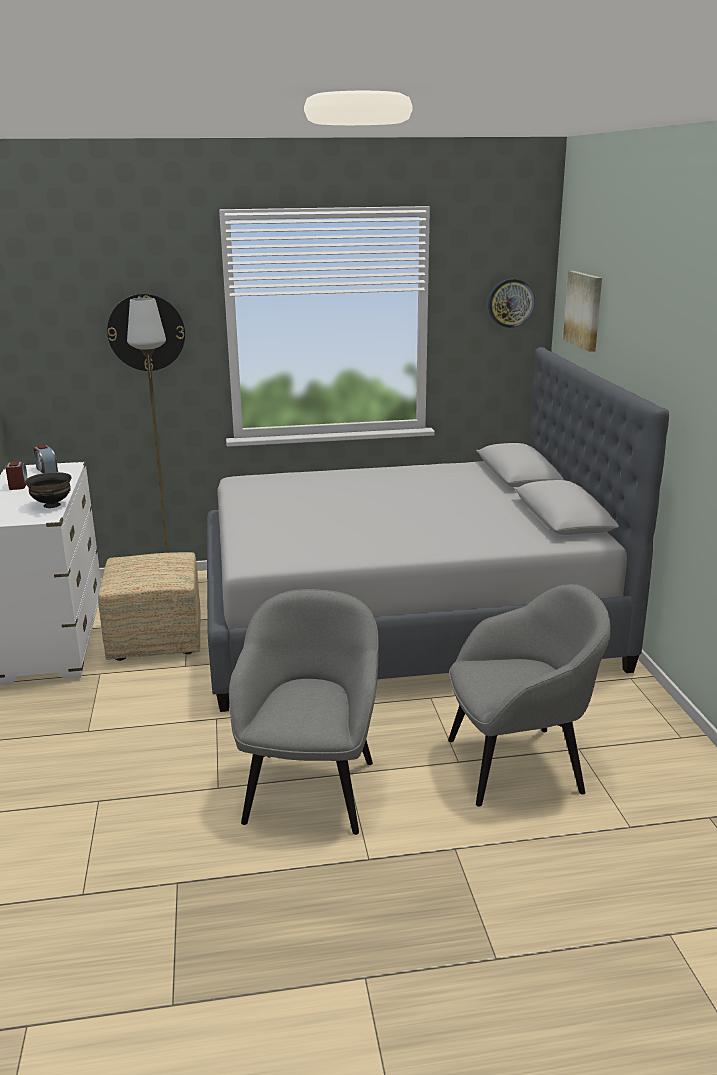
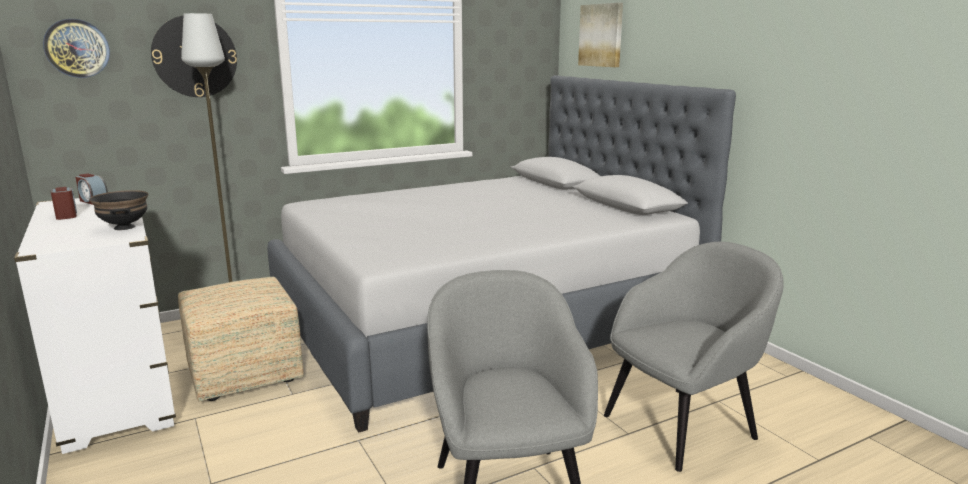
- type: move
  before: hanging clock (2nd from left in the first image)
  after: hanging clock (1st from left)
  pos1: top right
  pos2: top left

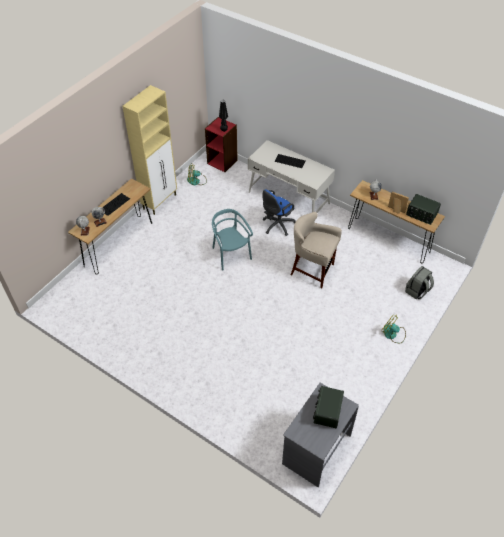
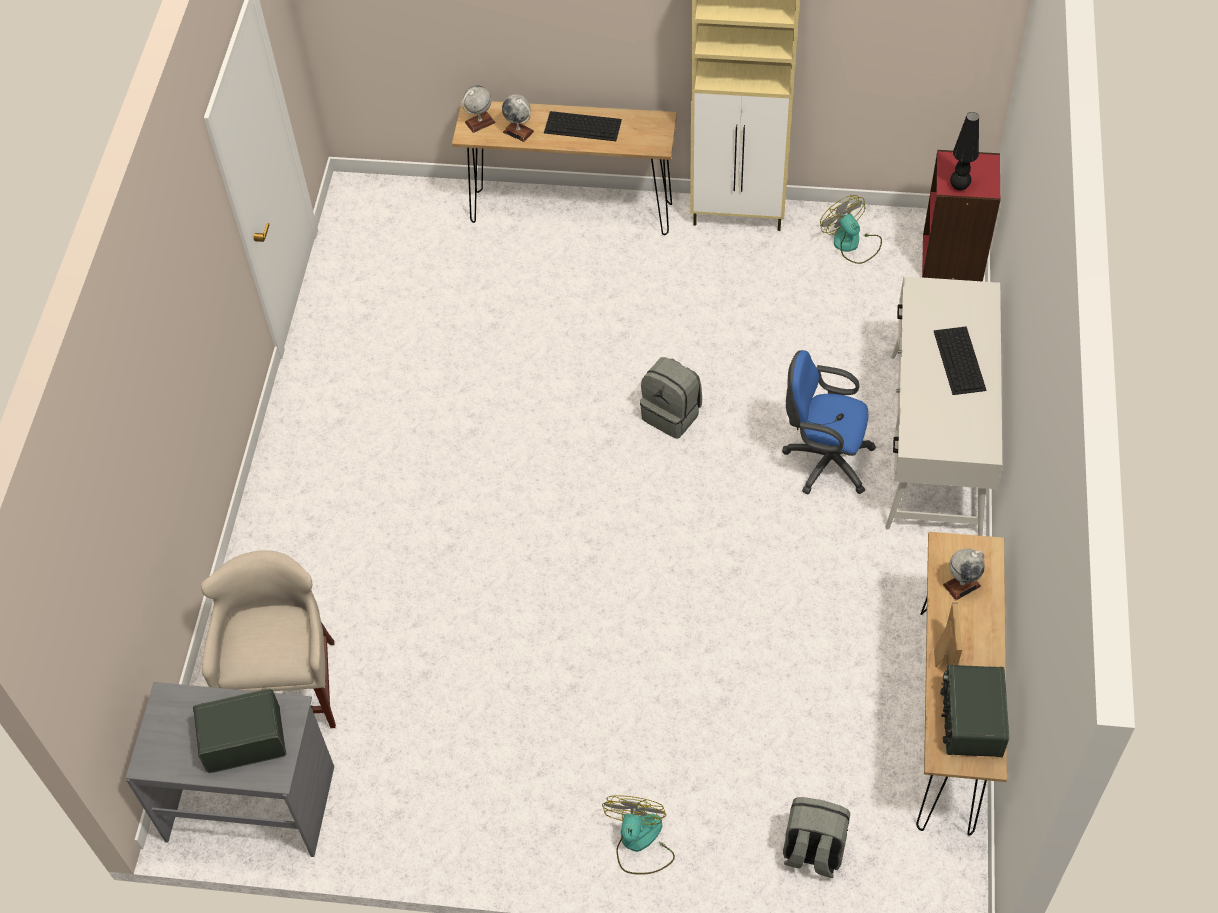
- type: replace
  before: upright chair/turquoise
  after: knapsack/gray (1st from left)
  pos1: centre
  pos2: centre
- type: move
  before: sitting stool/beige-coloured
  pos1: centre
  pos2: bottom left

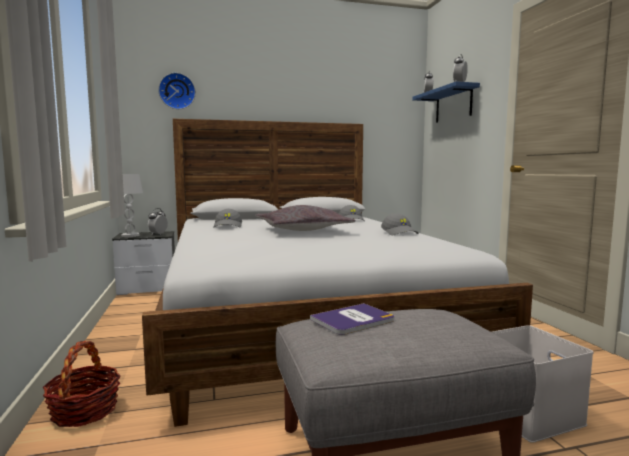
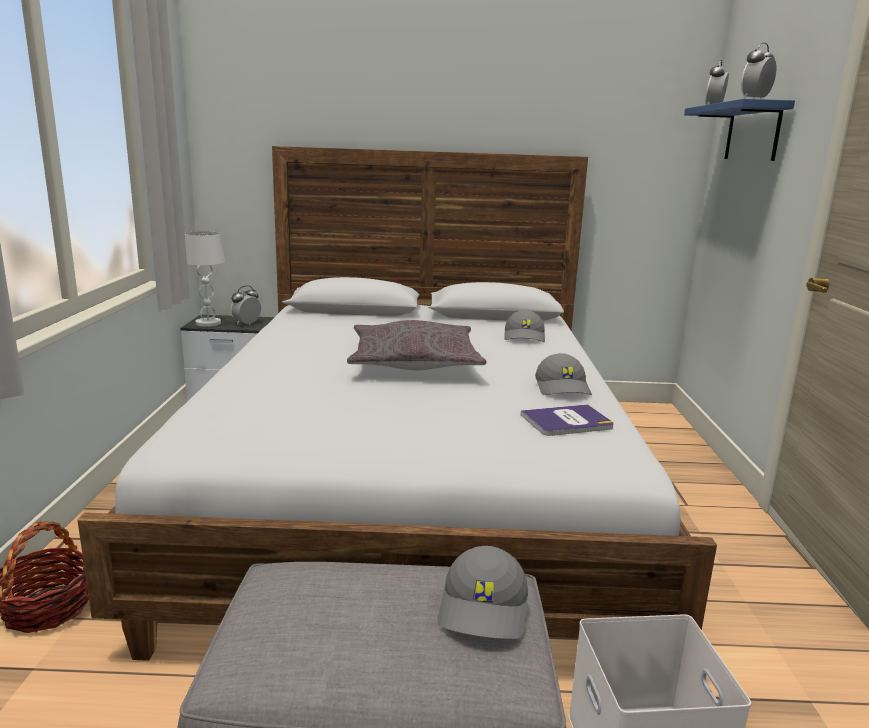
- type: delete
  before: hanging clock
  pos1: top left
- type: move
  before: baseball cap/gray (1st from left)
  pos1: centre
  pos2: bottom centre
- type: move
  before: book
  pos1: bottom centre
  pos2: centre

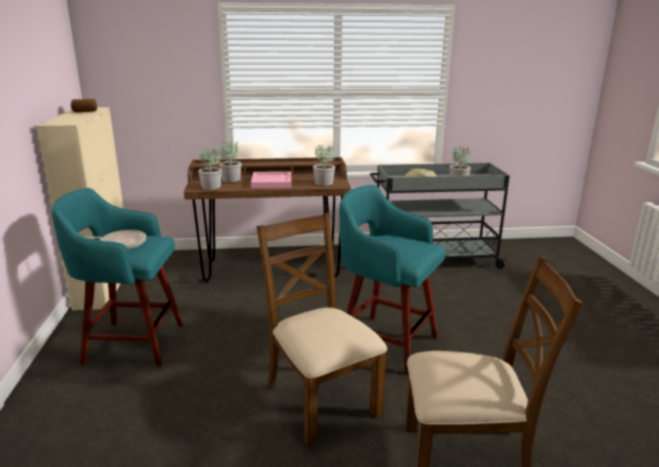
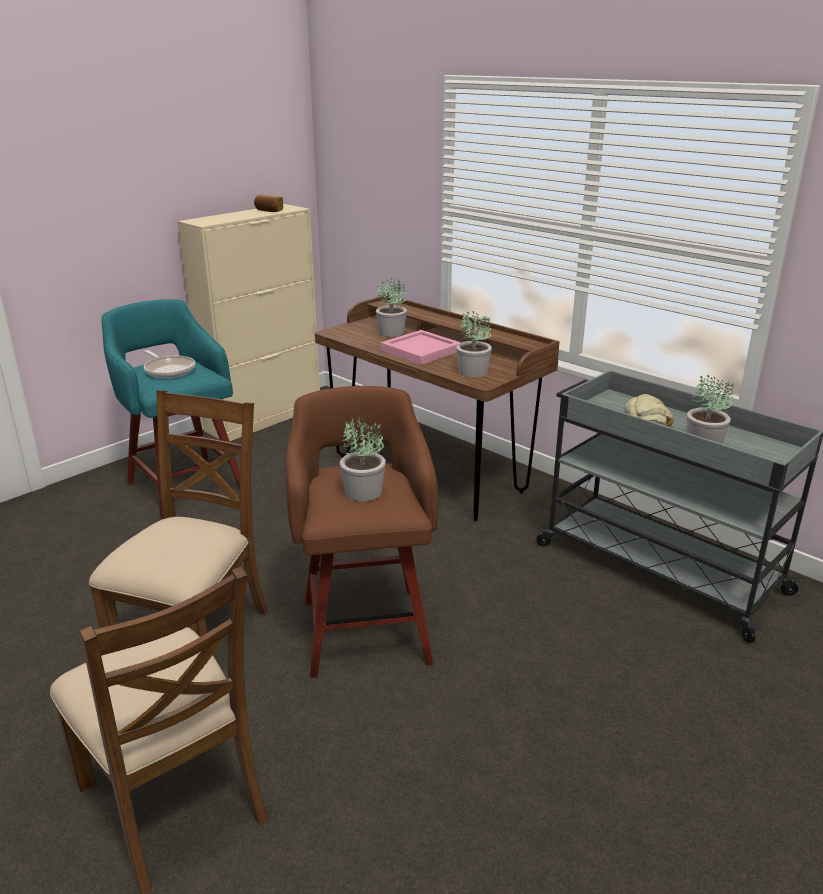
- type: move
  before: potted plant (1st from left)
  pos1: middle left
  pos2: centre
- type: recolor
  before: sitting stool/turquoise (2nd from left)
  after: sitting stool/brown
  pos1: centre
  pos2: centre

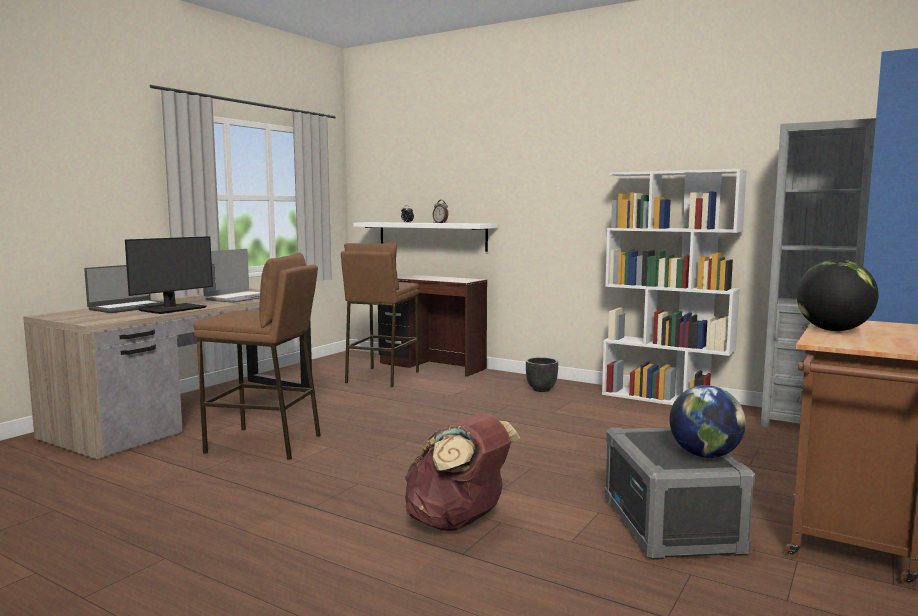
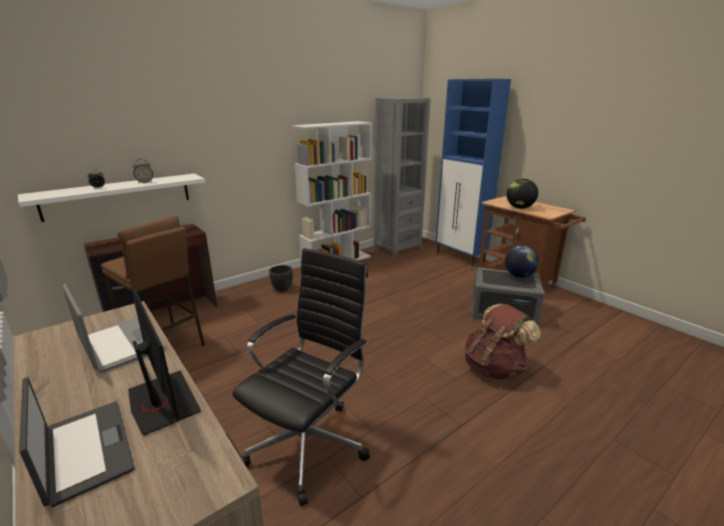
- type: replace
  before: sitting stool/brown (1st from left)
  after: desk chair/blackish
  pos1: middle left
  pos2: bottom centre

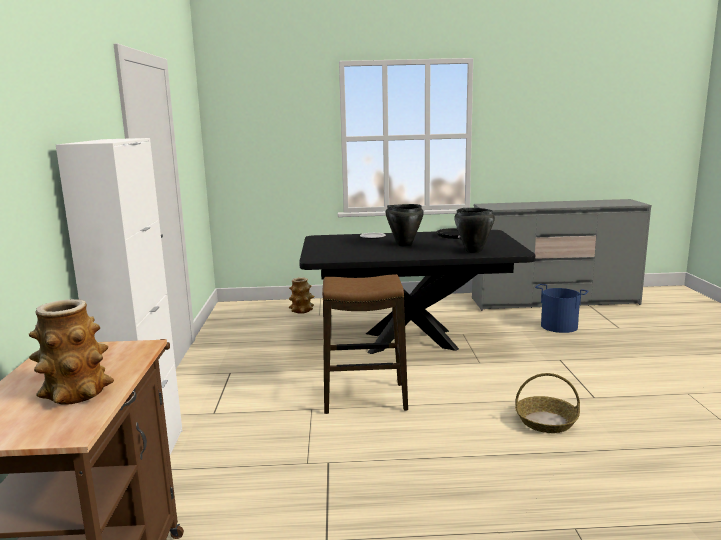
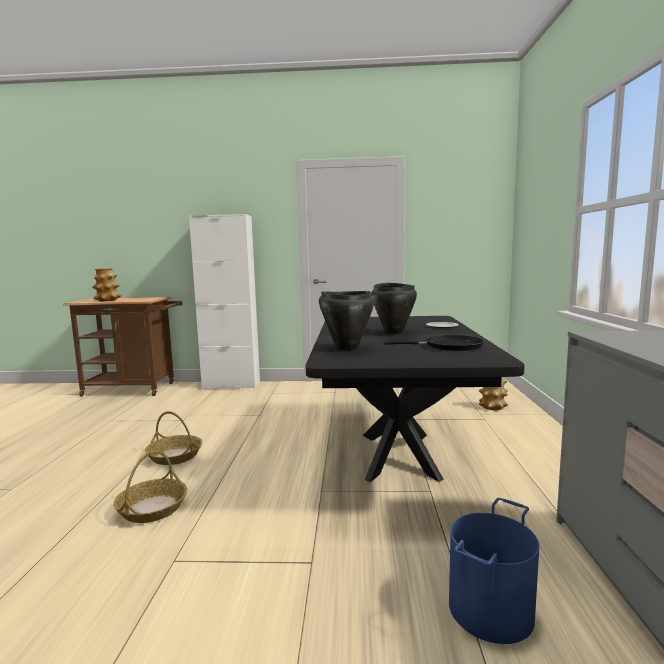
- type: delete
  before: sitting stool
  pos1: centre
- type: insert
  after: storage basket (2nd from left)
  pos2: middle left

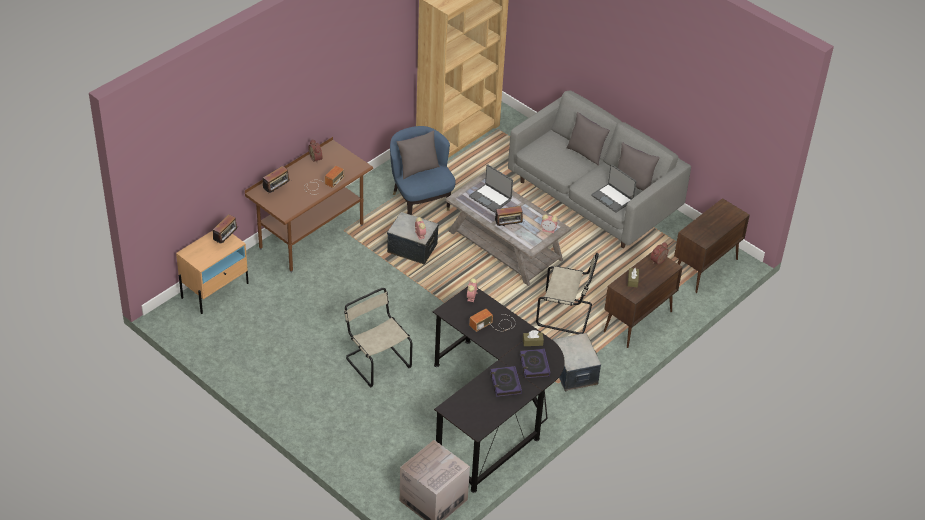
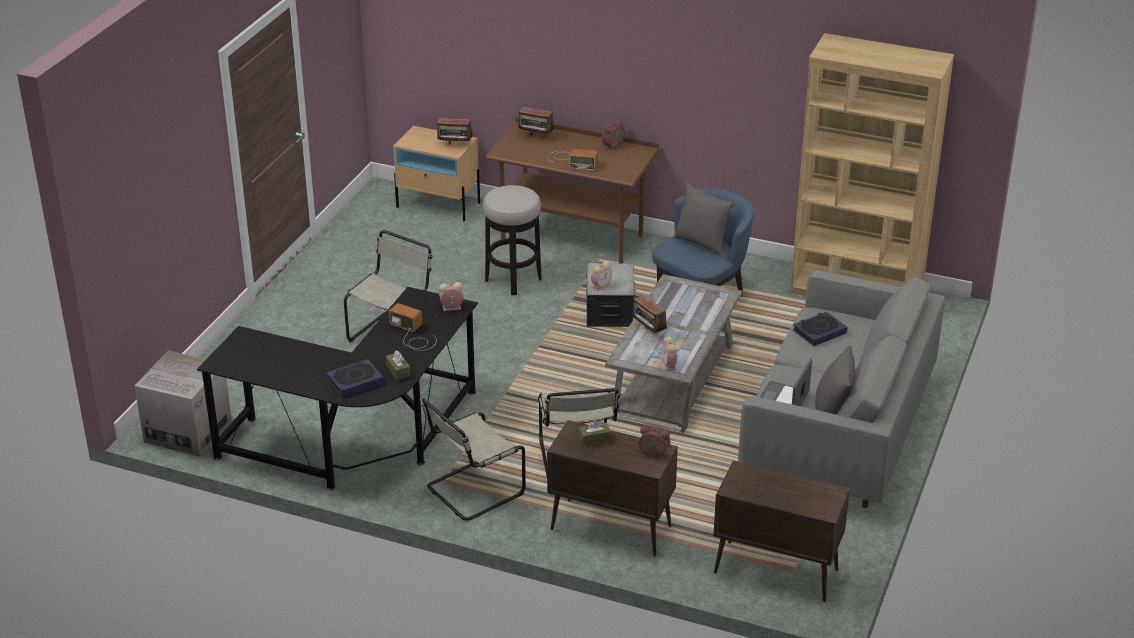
- type: delete
  before: notebook computer (1st from left)
  pos1: centre
- type: move
  before: book (1st from left in the first image)
  after: book (2nd from left)
  pos1: bottom centre
  pos2: middle right
- type: replace
  before: storage bin (2nd from left)
  after: upright chair/beige-coloured (2nd from left)
  pos1: bottom centre
  pos2: bottom centre
- type: delete
  before: pillow/gray (2nd from left)
  pos1: top centre
- type: insert
  after: sitting stool
  pos2: centre

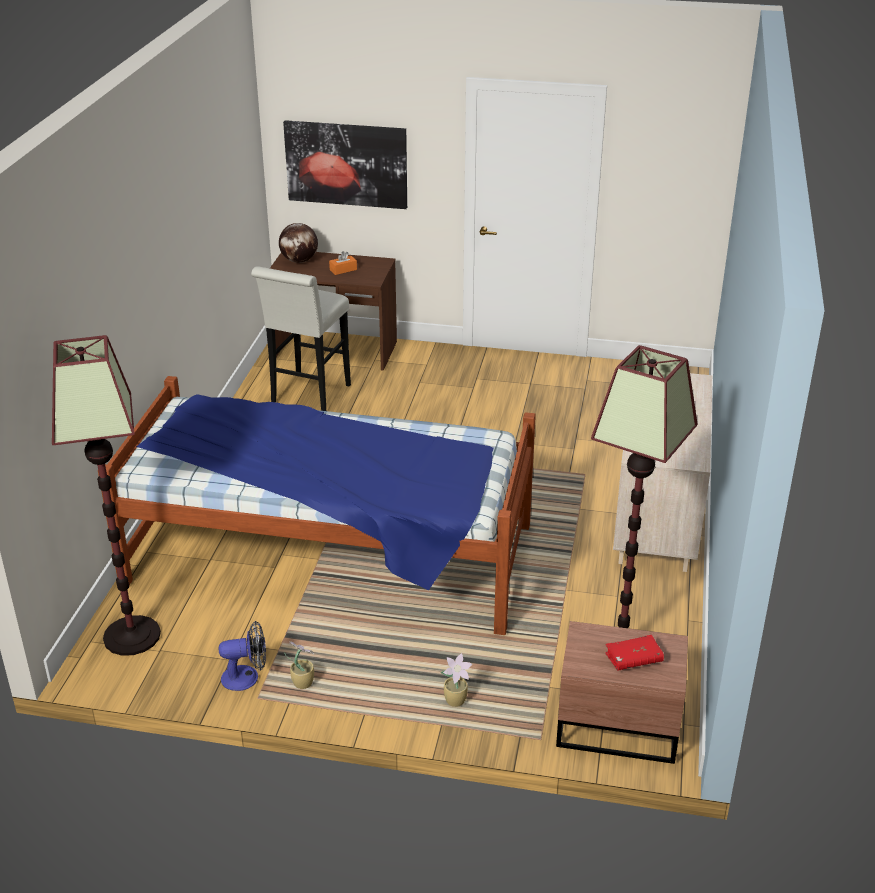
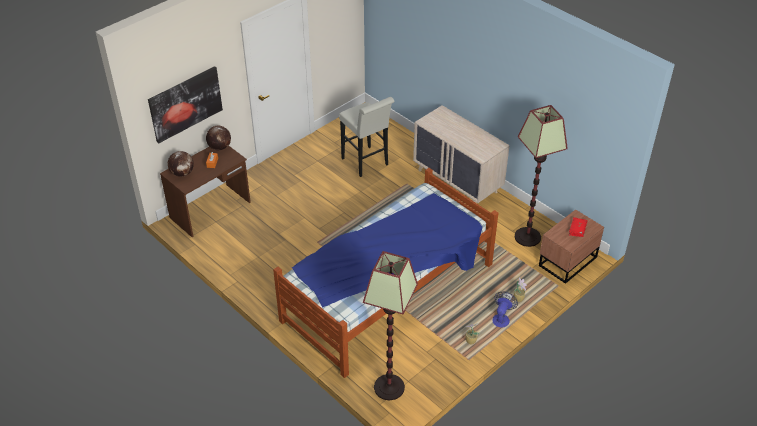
- type: move
  before: fan
  pos1: bottom left
  pos2: bottom right
- type: move
  before: sitting stool/white-coloured
  pos1: centre
  pos2: top centre
- type: insert
  after: world globe (2nd from left)
  pos2: top left

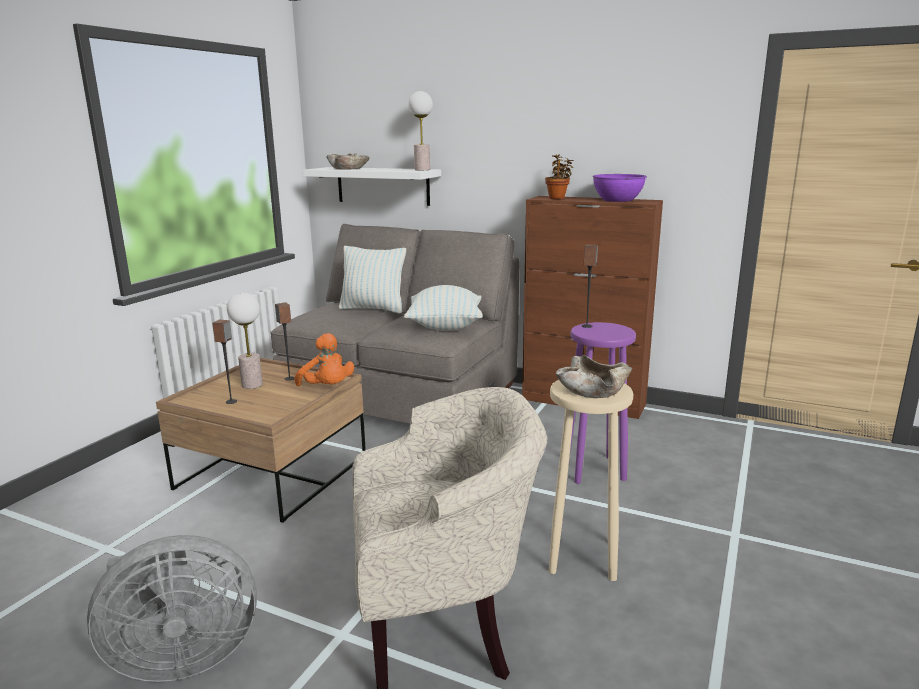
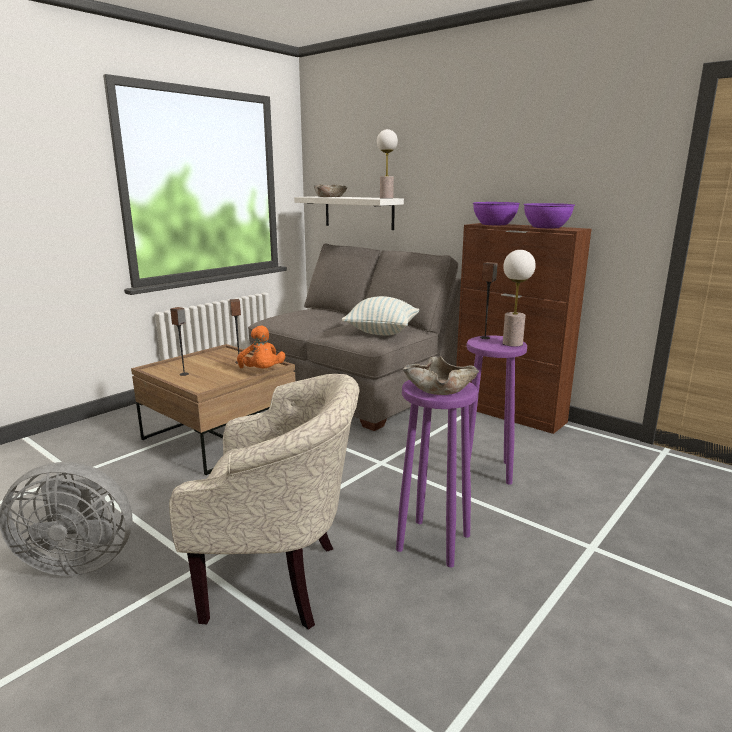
- type: move
  before: lamp for a table (1st from left in the first image)
  after: lamp for a table (2nd from left)
  pos1: middle left
  pos2: middle right
- type: delete
  before: pillow (1st from left)
  pos1: centre
- type: replace
  before: potted plant
  after: serving bowl/purple-coloured (1st from left)
  pos1: top centre
  pos2: top right
- type: recolor
  before: sitting stool/beige-coloured
  after: sitting stool/purple-coloured (1st from left)
  pos1: bottom centre
  pos2: centre

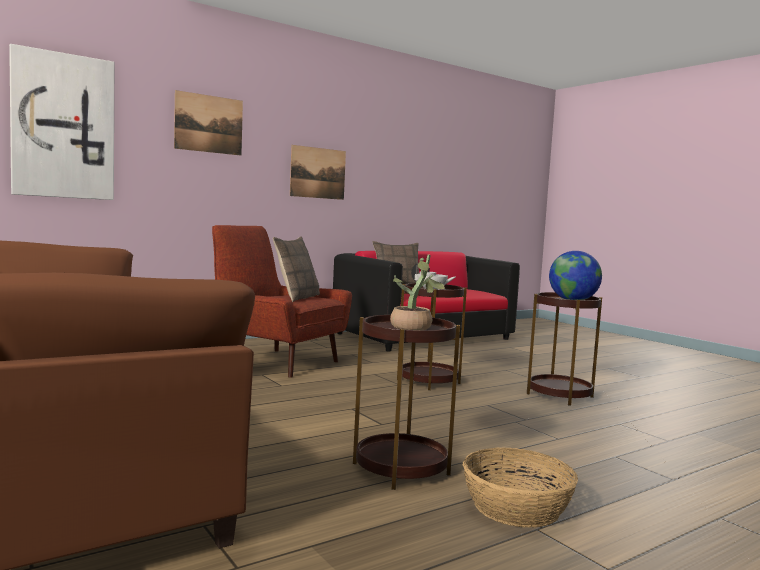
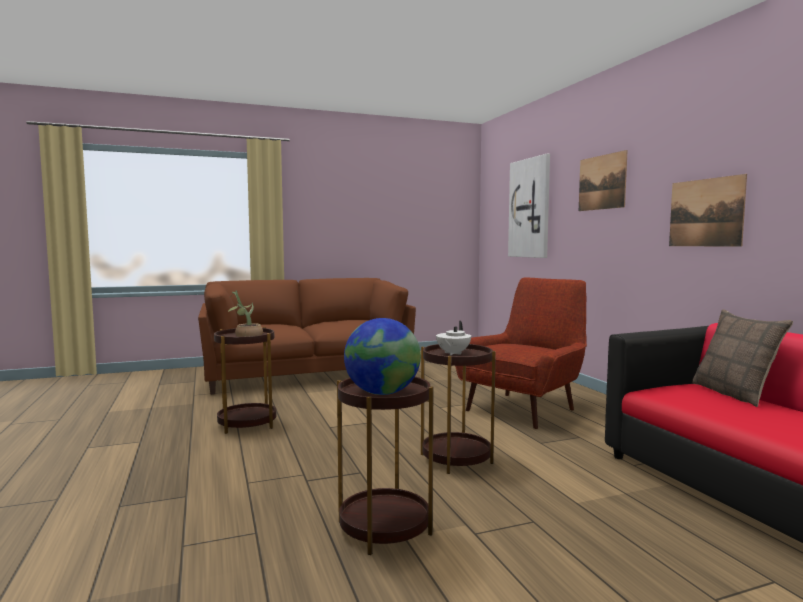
- type: delete
  before: pillow (1st from left)
  pos1: centre
- type: delete
  before: storage basket
  pos1: bottom right

